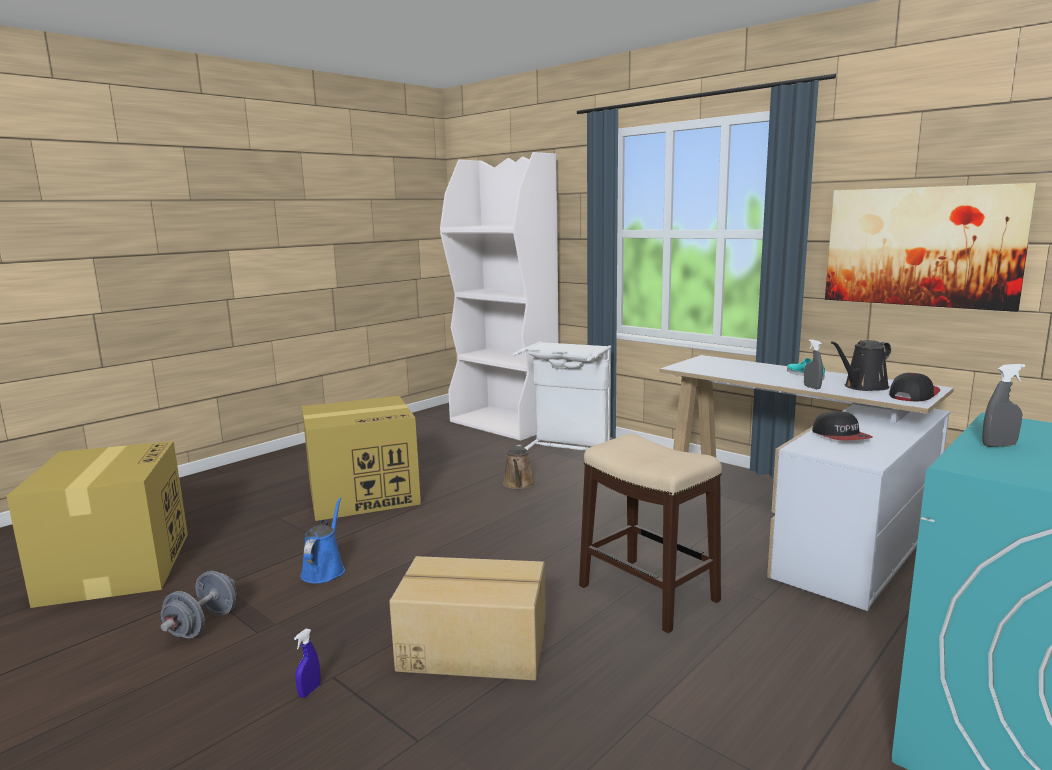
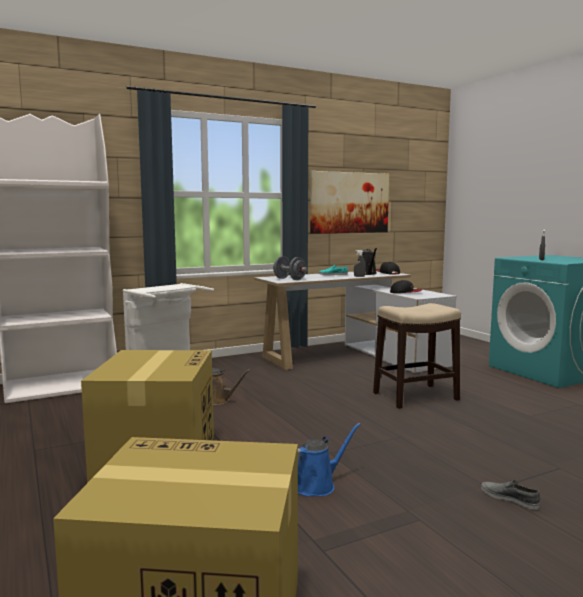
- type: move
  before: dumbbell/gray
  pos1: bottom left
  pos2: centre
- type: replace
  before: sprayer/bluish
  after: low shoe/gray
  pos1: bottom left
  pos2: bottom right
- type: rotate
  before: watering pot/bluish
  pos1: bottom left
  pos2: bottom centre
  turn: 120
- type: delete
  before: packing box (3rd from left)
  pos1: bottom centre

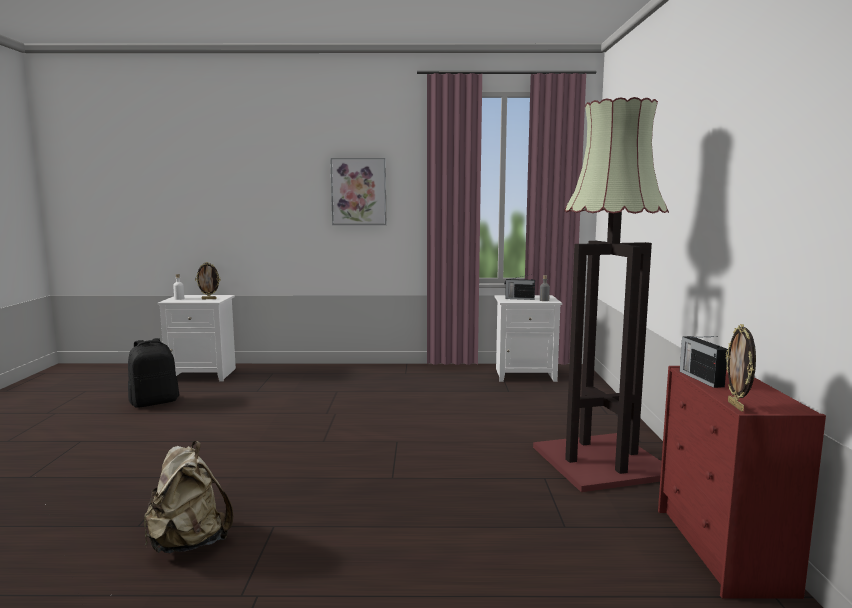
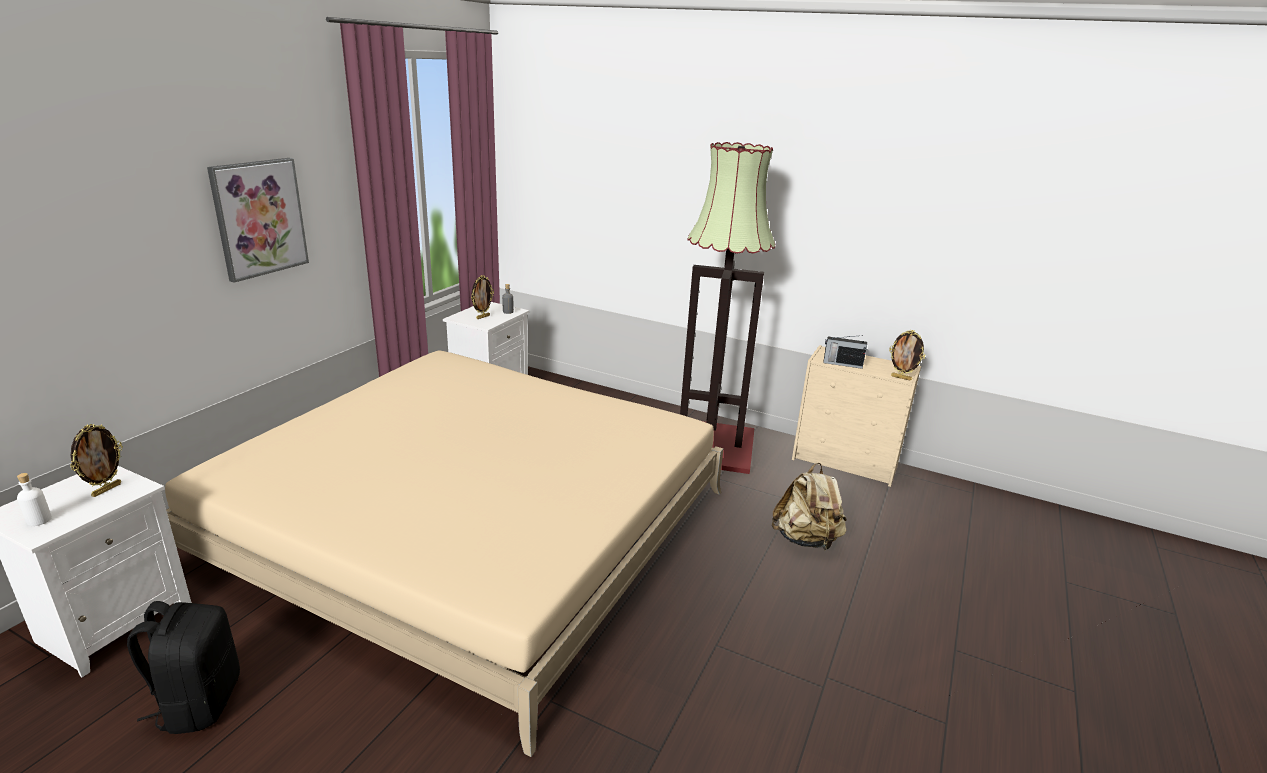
- type: move
  before: knapsack/beige-coloured
  pos1: bottom left
  pos2: centre
- type: replace
  before: radio receiver (1st from left)
  after: photo frame (2nd from left)
  pos1: centre
  pos2: centre
- type: recolor
  before: chest of drawers/red-coloured
  after: chest of drawers/beige-coloured
  pos1: bottom right
  pos2: middle right
- type: insert
  after: bed/beige-coloured
  pos2: bottom centre

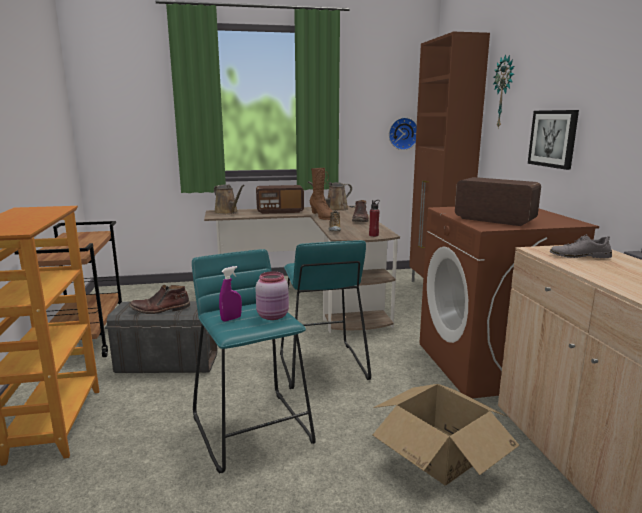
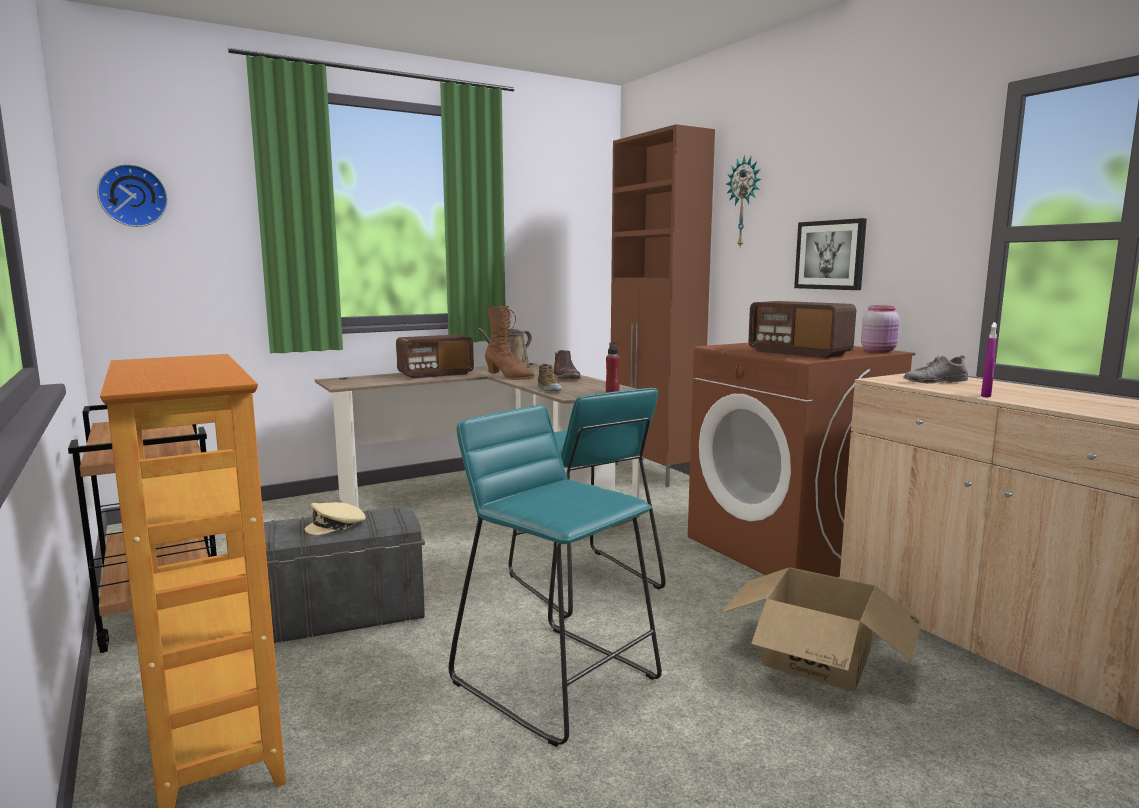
- type: replace
  before: boot/brown (1st from left)
  after: baseball cap/beige-coloured
  pos1: middle left
  pos2: middle left
- type: delete
  before: watering pot/brown (1st from left)
  pos1: centre
- type: move
  before: sprayer/purple-coloured
  pos1: centre
  pos2: middle right
- type: move
  before: jar/pink
  pos1: centre
  pos2: middle right
- type: move
  before: hanging clock (1st from left)
  pos1: top centre
  pos2: top left
- type: rotate
  before: radio receiver (2nd from left)
  pos1: middle right
  pos2: middle right
  turn: -150

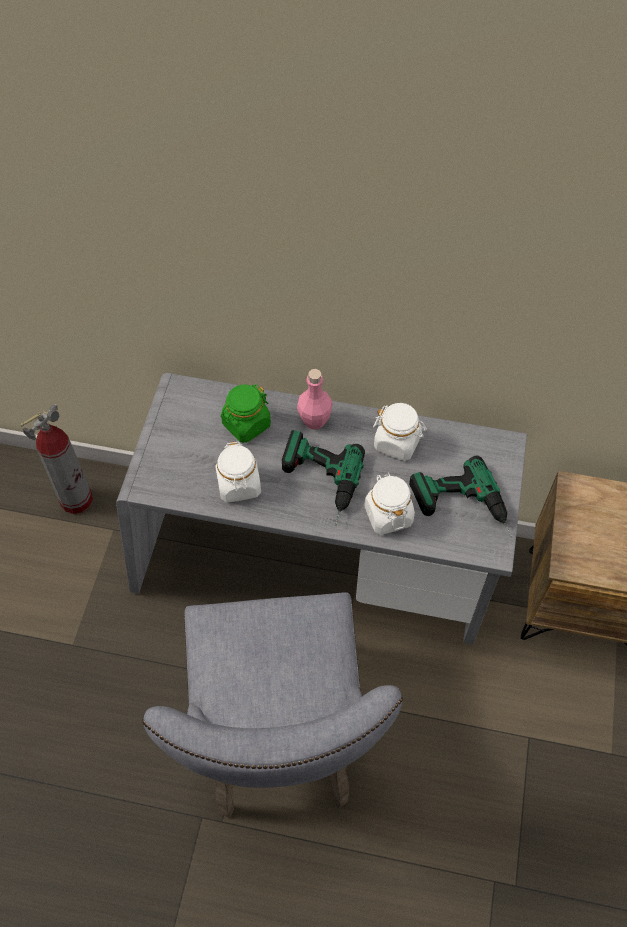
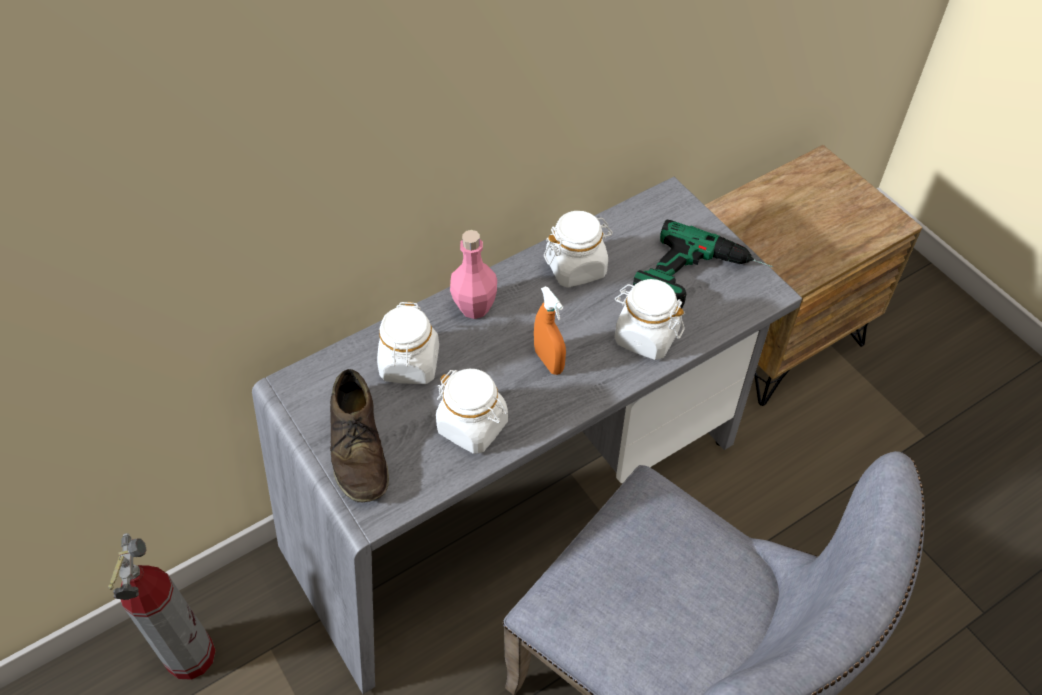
- type: recolor
  before: jar/greenish
  after: jar/white-coloured (1st from left)
  pos1: centre
  pos2: centre
- type: replace
  before: power drill (1st from left)
  after: sprayer/orange-coloured
  pos1: centre
  pos2: centre
- type: insert
  after: low shoe/brown
  pos2: centre

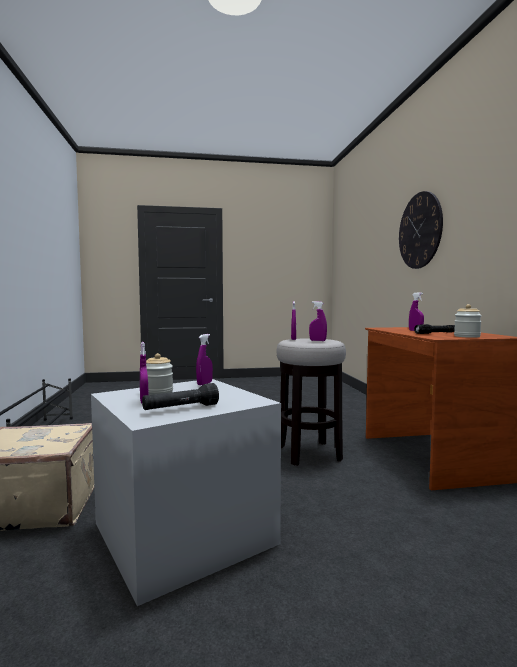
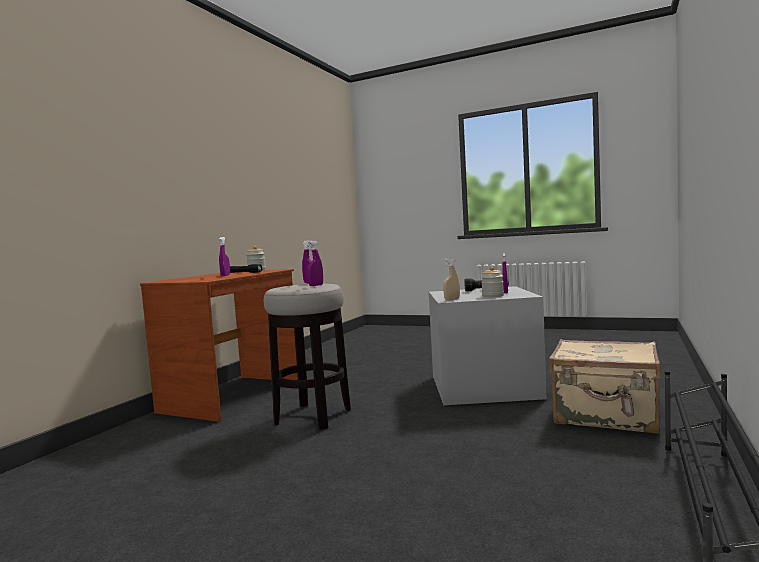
- type: recolor
  before: sprayer/purple-coloured (2nd from left)
  after: sprayer/beige-coloured
  pos1: centre
  pos2: centre
- type: delete
  before: hanging clock
  pos1: middle right

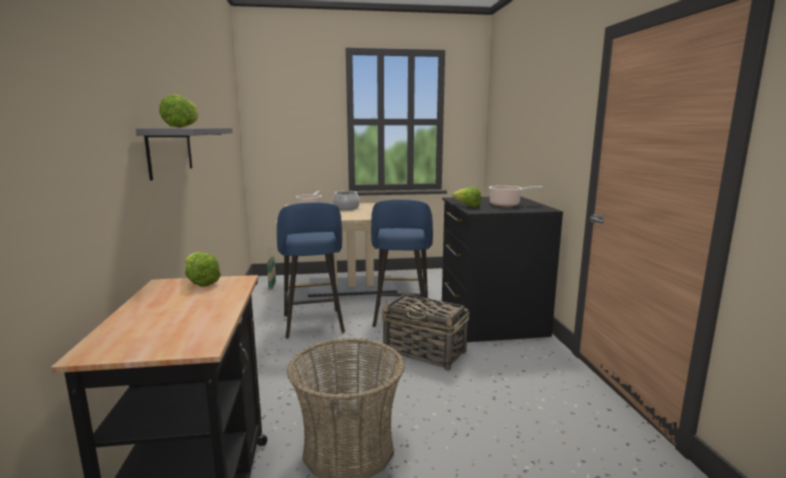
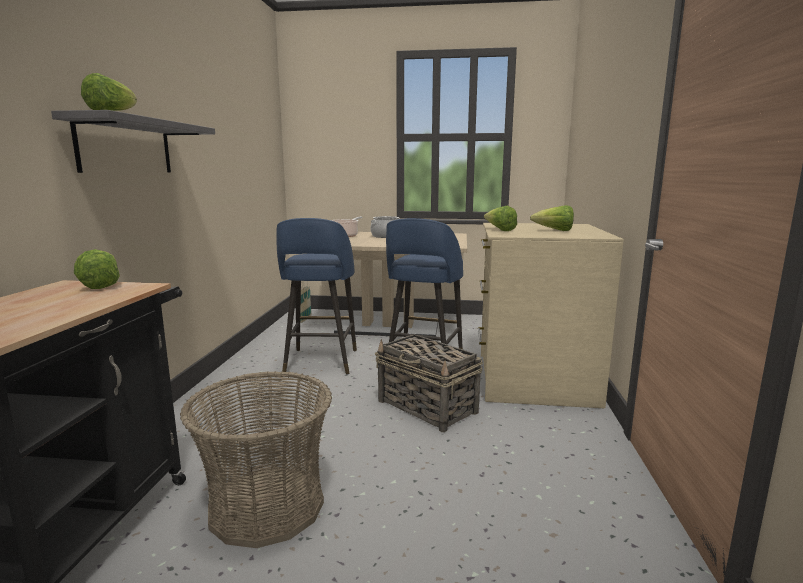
- type: recolor
  before: chest of drawers/blackish
  after: chest of drawers/beige-coloured
  pos1: centre
  pos2: middle right
- type: replace
  before: stockpot (3rd from left)
  after: lettuce head (4th from left)
  pos1: centre
  pos2: middle right

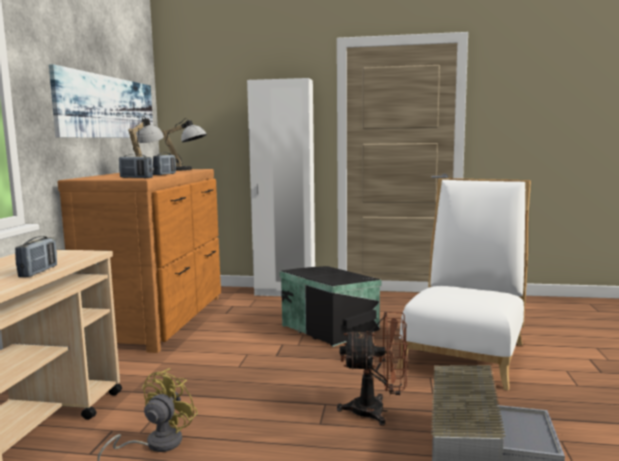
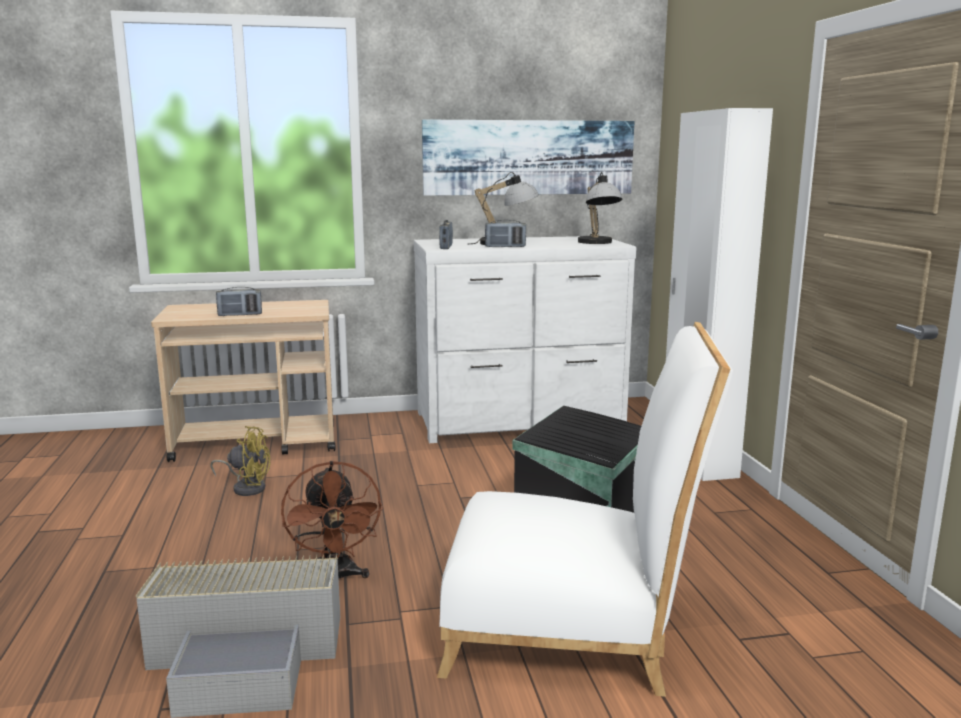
- type: recolor
  before: chest of drawers/brown
  after: chest of drawers/white-coloured
  pos1: middle left
  pos2: centre

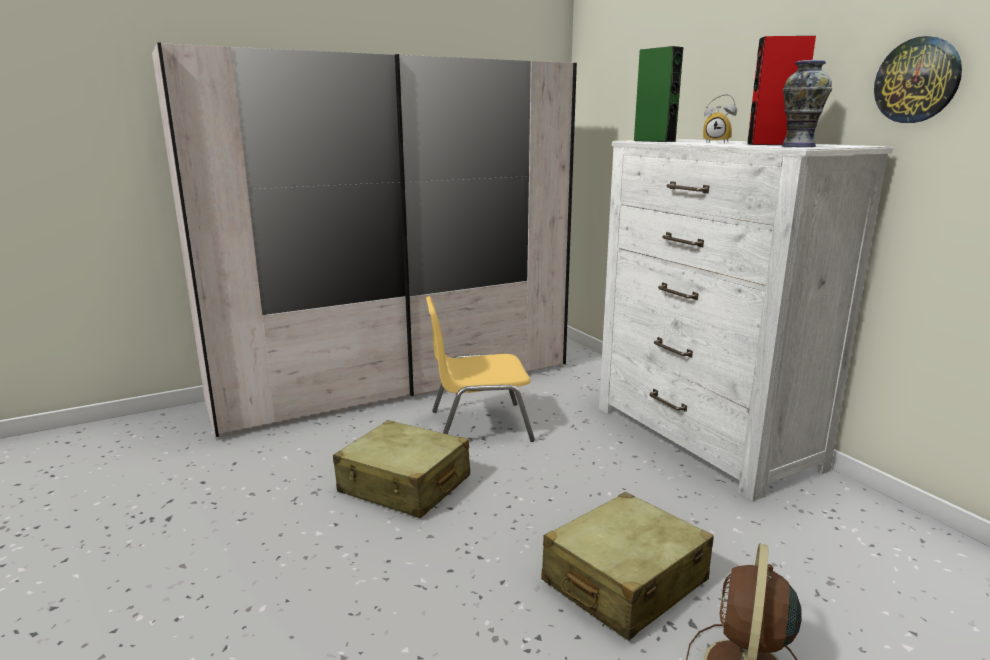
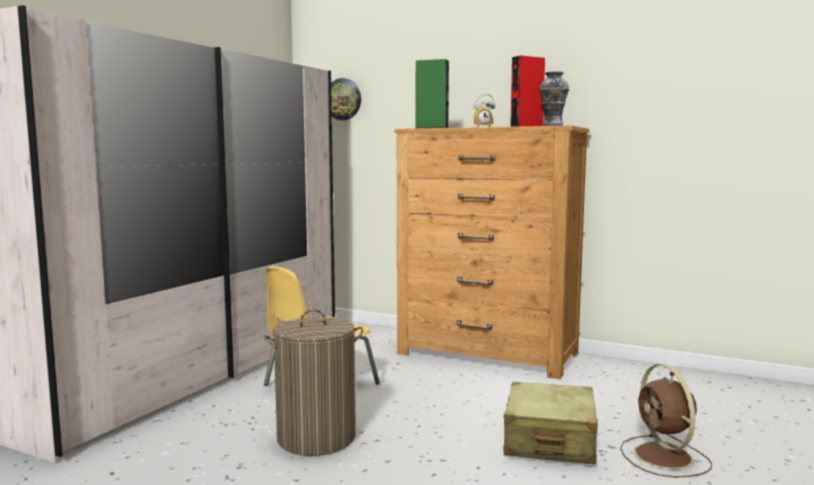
- type: replace
  before: suitcase/beige-coloured (1st from left)
  after: washing basket
  pos1: bottom centre
  pos2: bottom centre
- type: recolor
  before: chest of drawers/white-coloured
  after: chest of drawers/brown
  pos1: middle right
  pos2: centre
- type: move
  before: hanging clock
  pos1: top right
  pos2: top centre

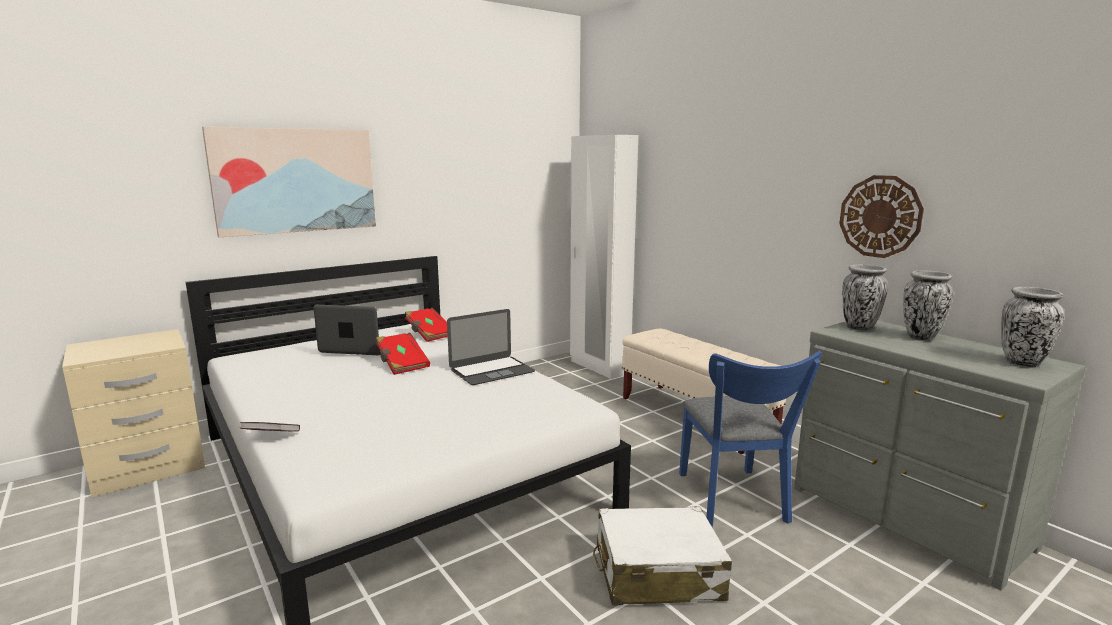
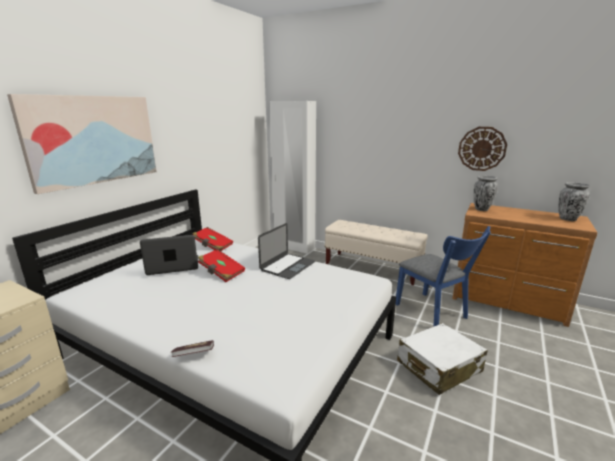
- type: recolor
  before: chest of drawers/gray
  after: chest of drawers/brown
  pos1: bottom right
  pos2: middle right
- type: delete
  before: vase (2nd from left)
  pos1: middle right

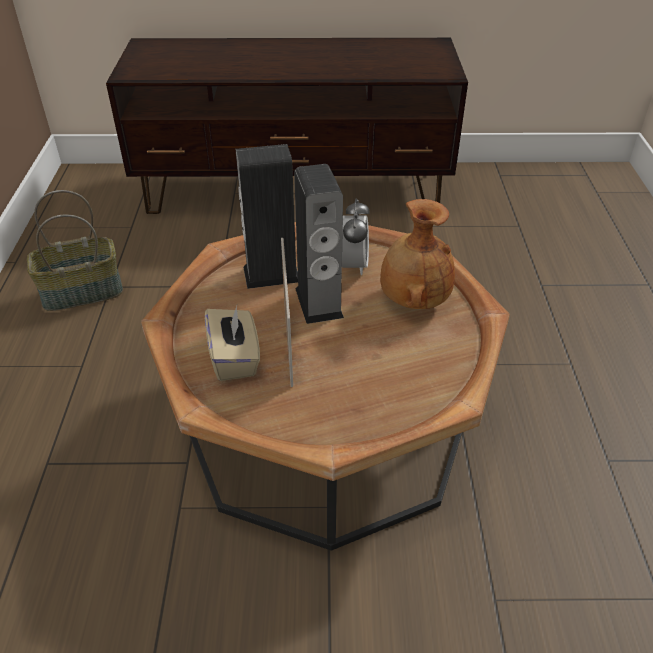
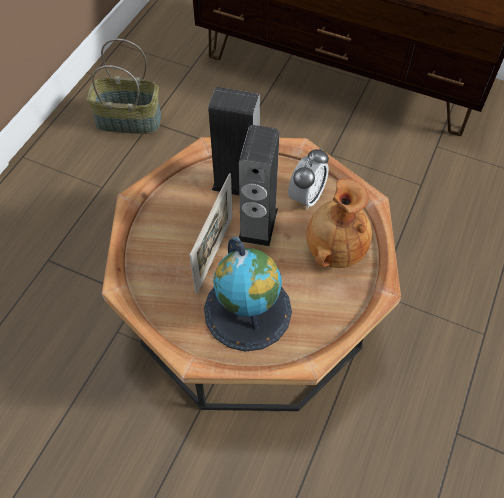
- type: delete
  before: tissue holder/beige-coloured
  pos1: centre
- type: insert
  after: world globe
  pos2: centre

